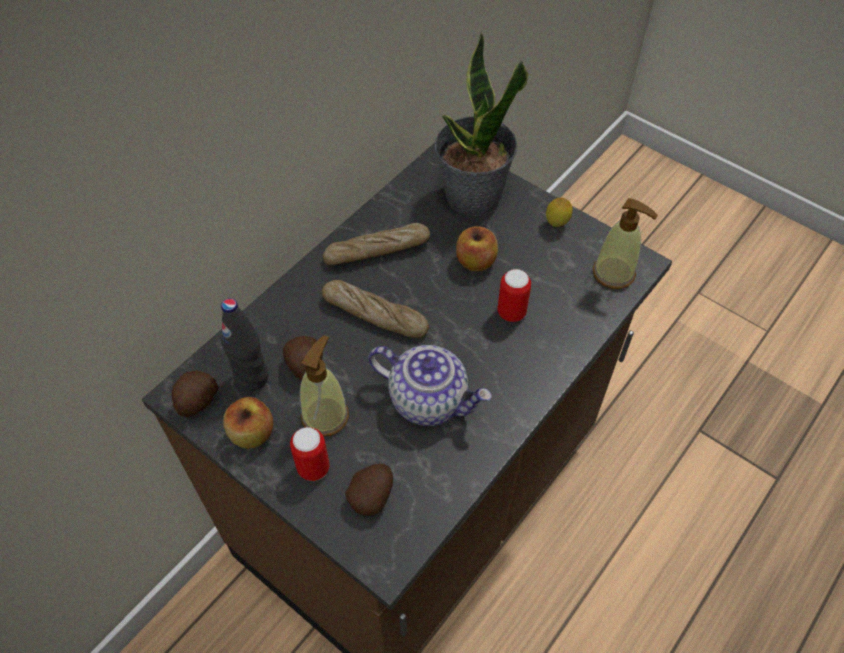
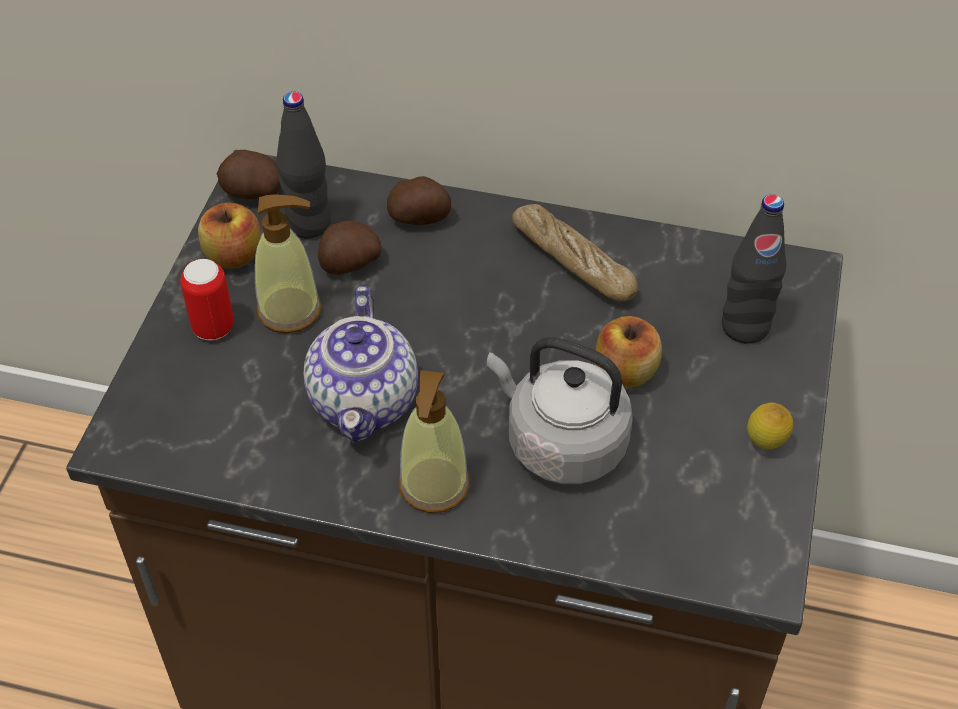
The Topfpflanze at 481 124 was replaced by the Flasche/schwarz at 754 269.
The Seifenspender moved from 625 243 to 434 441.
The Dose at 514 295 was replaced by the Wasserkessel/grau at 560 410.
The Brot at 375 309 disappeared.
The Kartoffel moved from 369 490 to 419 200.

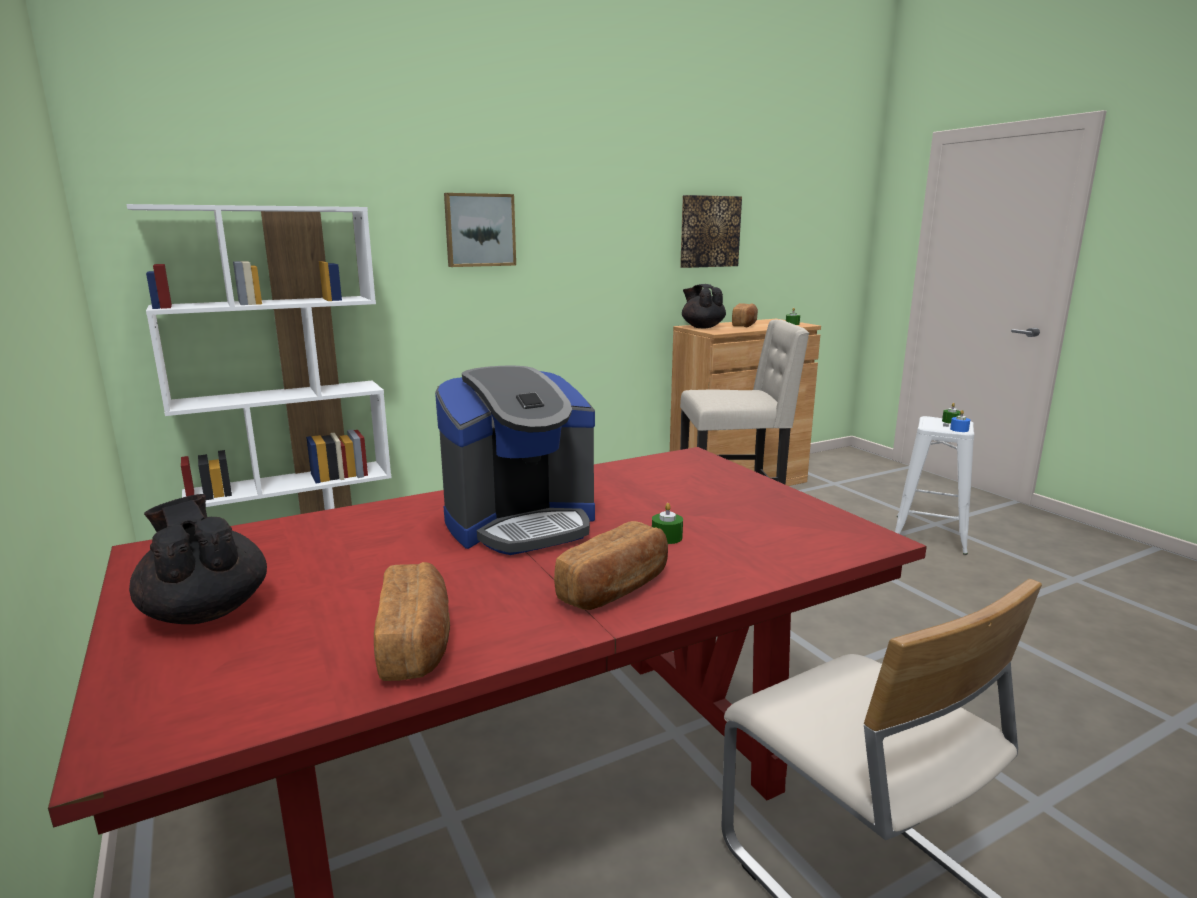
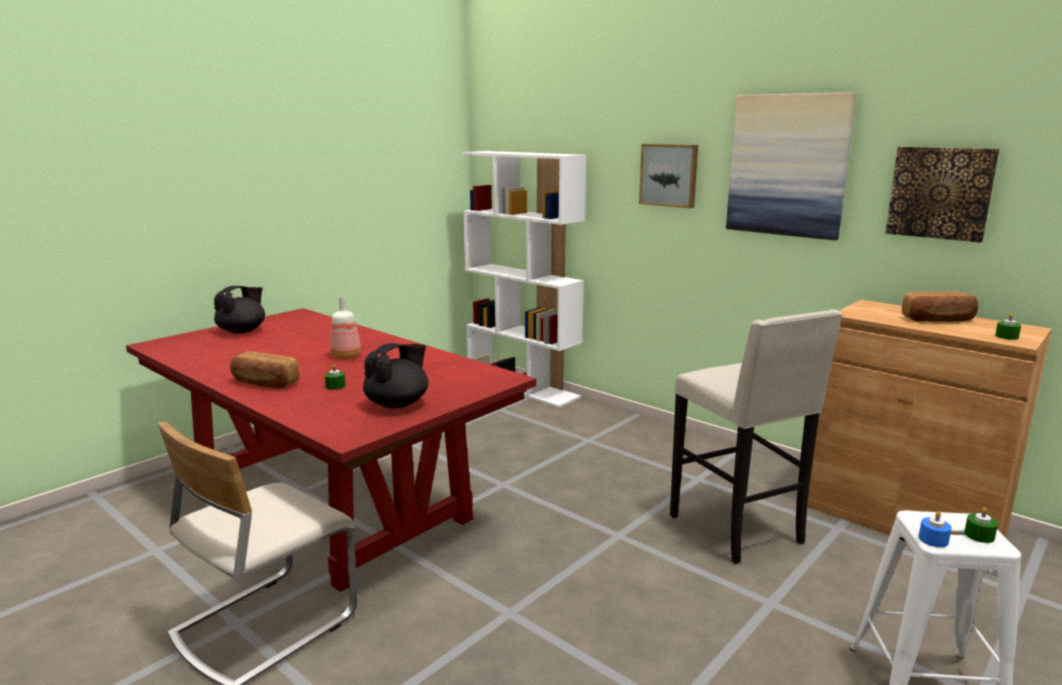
The Teekanne/schwarz moved from 704 306 to 395 376.
The Kaffeemaschine at 515 460 was replaced by the Flasche at 345 327.
The Brot at 412 621 disappeared.
The Bild at 791 166 appeared.

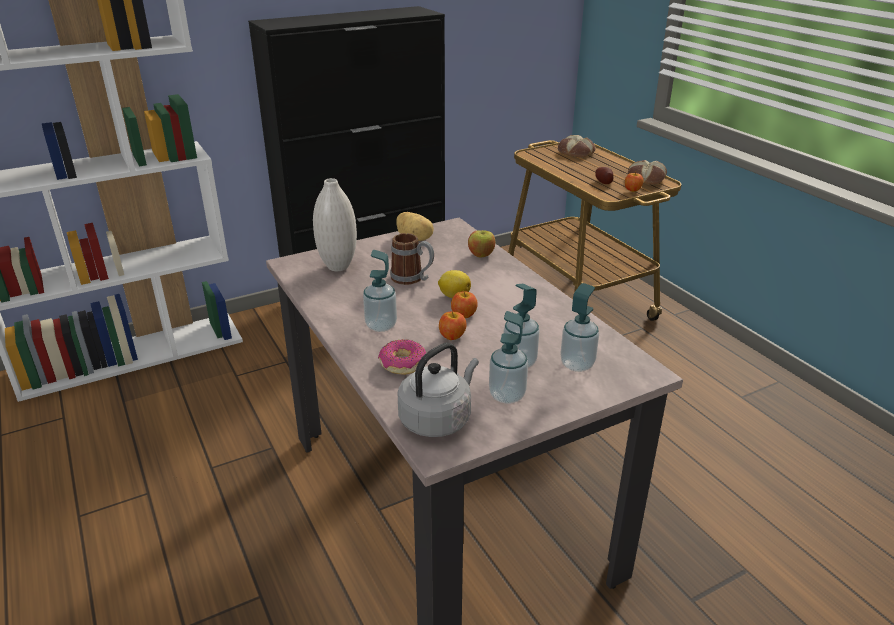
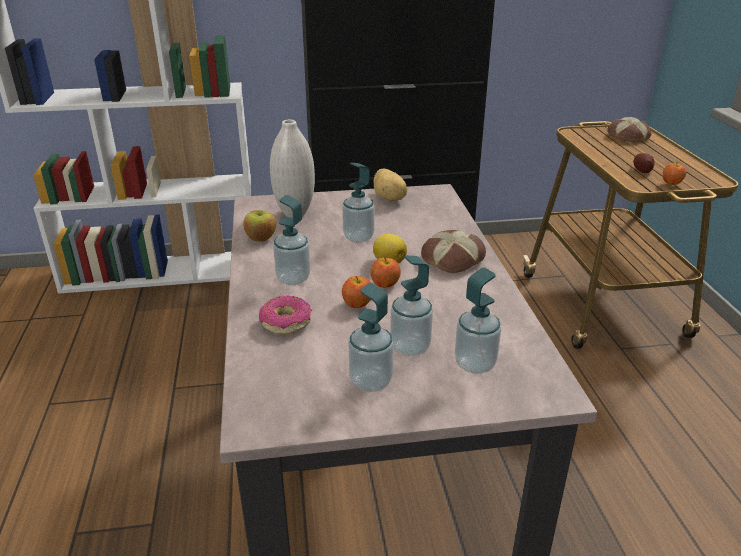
The Brot moved from 647 172 to 453 251.
The Apfel moved from 481 244 to 259 226.
The Henkelbecher at 412 259 was replaced by the Seifenspender at 358 203.
The Wasserkessel/grau at 438 389 disappeared.

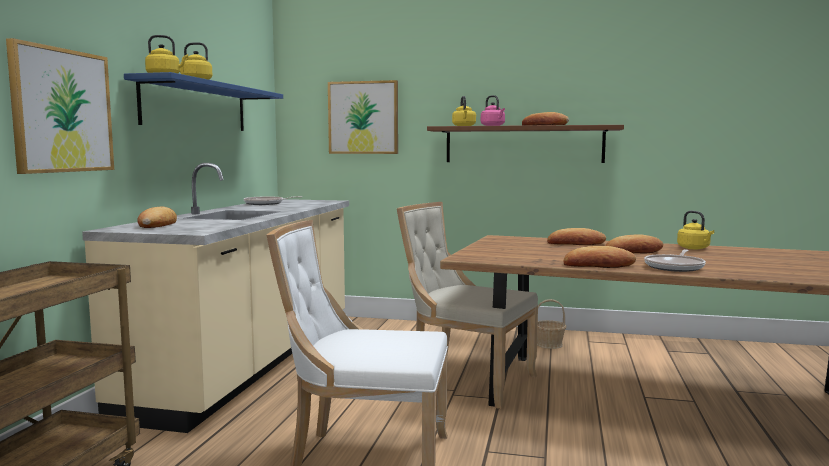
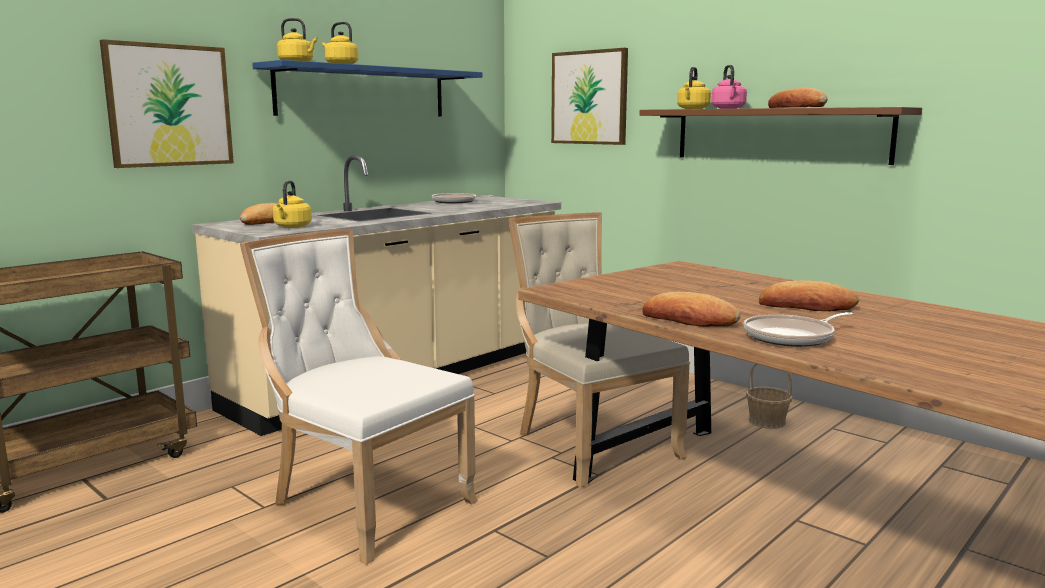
The Wasserkessel/gelb moved from 695 230 to 292 204.
The Brot at 576 236 disappeared.

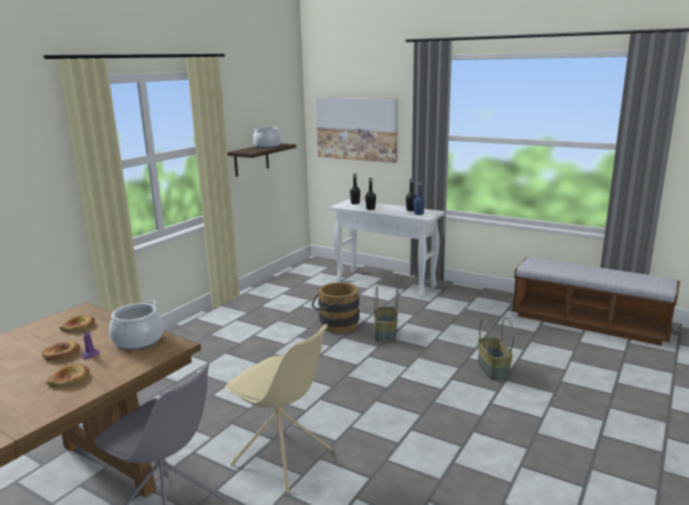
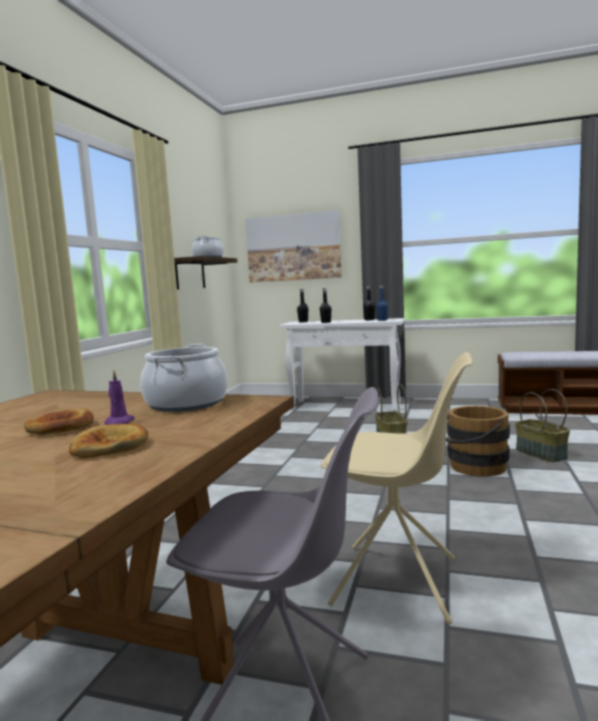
The Eimer/braun moved from 335 307 to 478 441.
The Brot at 77 323 disappeared.

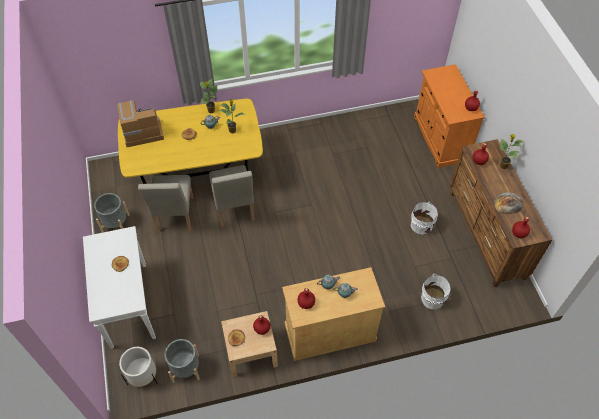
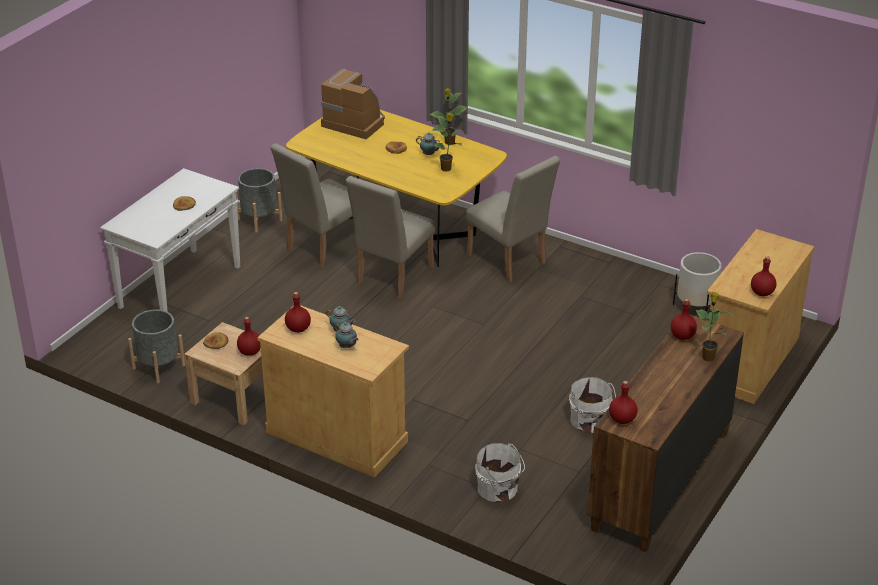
The Schrank/orange at 449 116 became the Schrank/beige at 760 316.
The Brot at 508 203 disappeared.
The Pflanzkübel/weiß moved from 138 367 to 697 282.
The Stuhl/beige at 513 219 appeared.

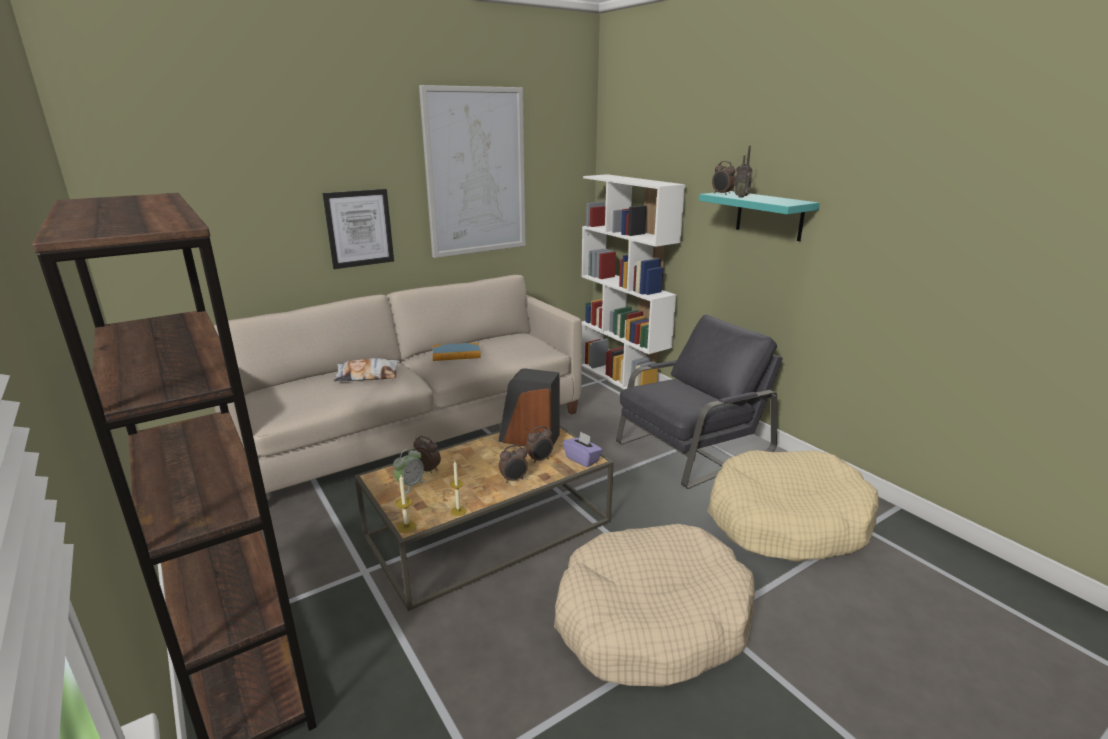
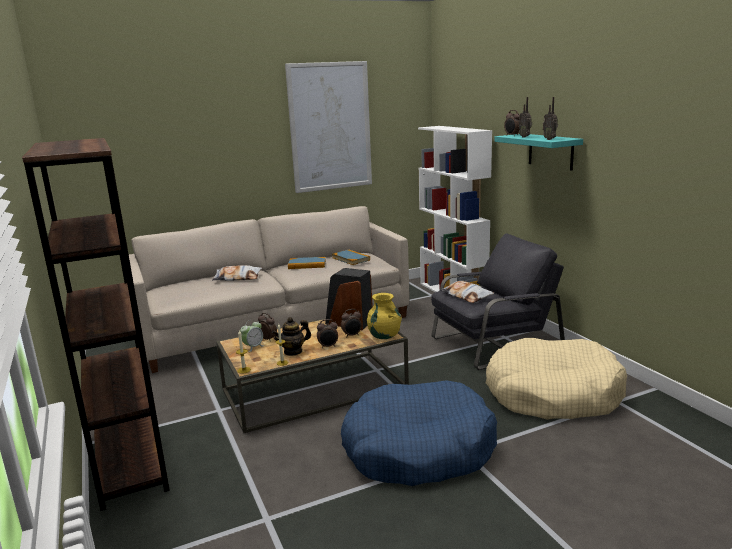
The Bild at 358 229 disappeared.
The Taschentuchbox/lila at 583 449 was replaced by the Vase/gelb at 384 316.
The Hundebett/beige at 654 605 became the Hundebett/blau at 419 433.
The Radio at 550 118 appeared.
The Buch at 351 257 appeared.
The Kissen at 466 292 appeared.
The Teekanne at 291 336 appeared.

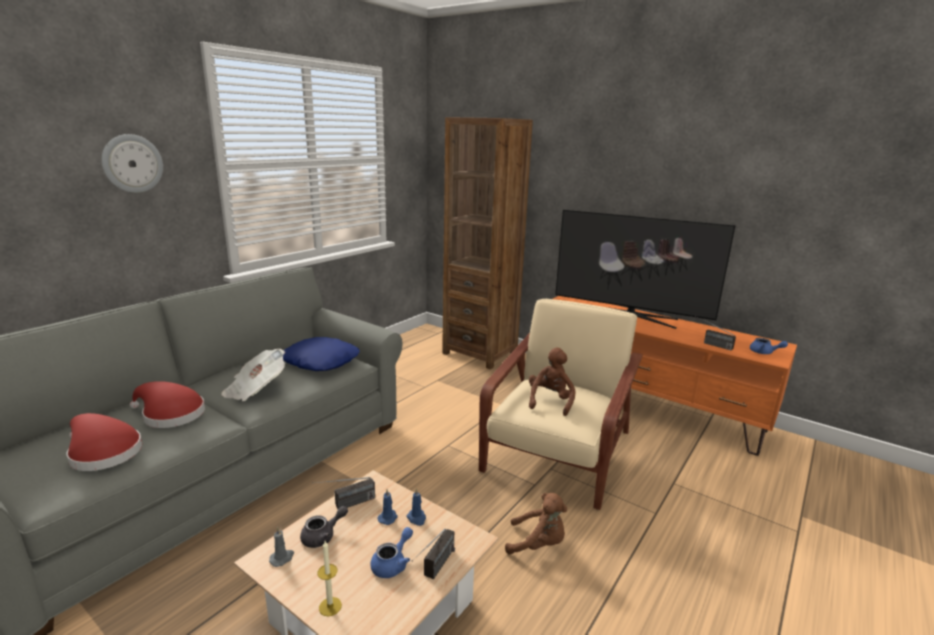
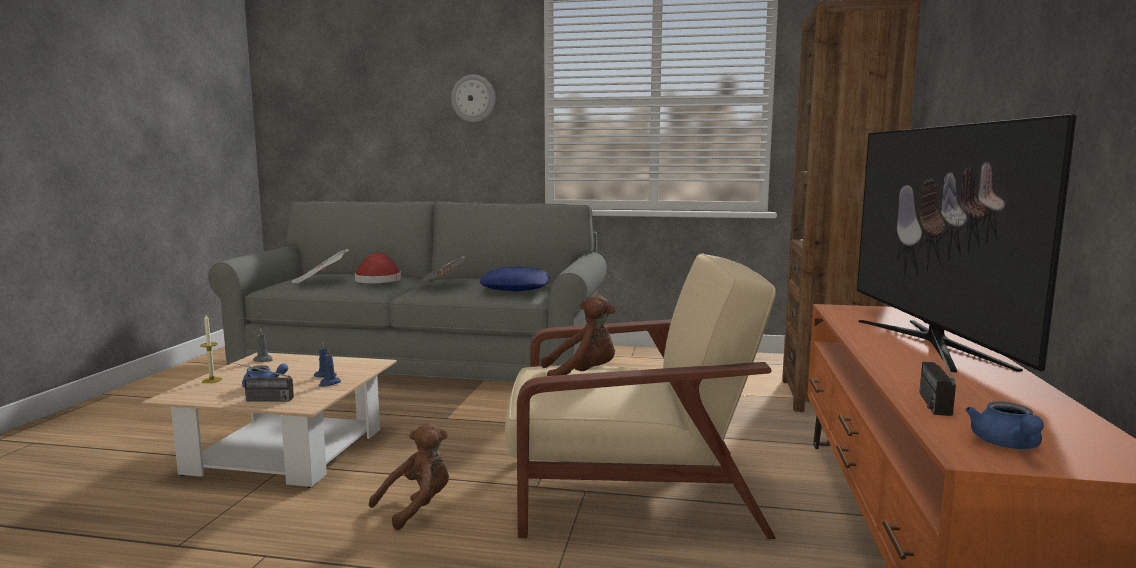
The Hut/rot at 104 442 was replaced by the Zeitung at 320 266.
The Radio at 345 493 disappeared.
The Plüschtier/braun at 536 524 turned 120 degrees counterclockwise.
The Teekanne/grau at 324 527 disappeared.

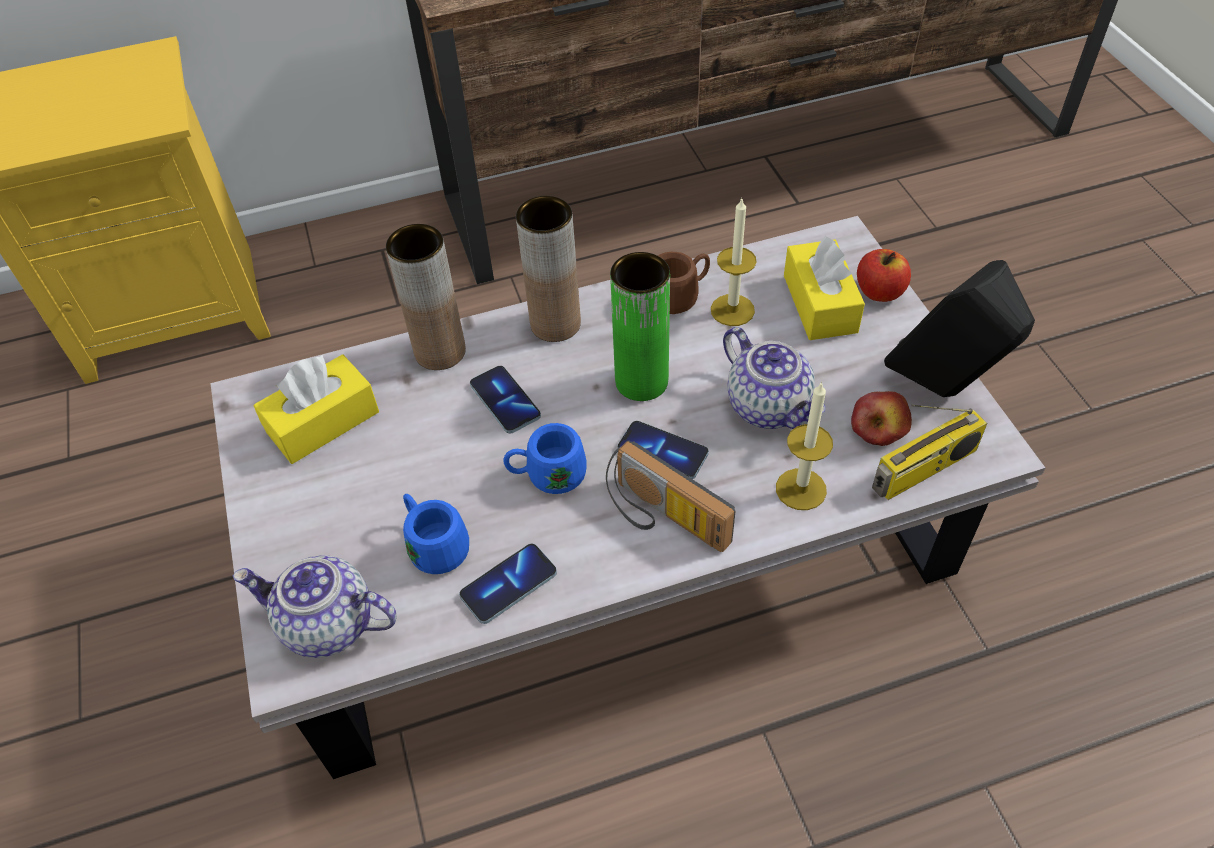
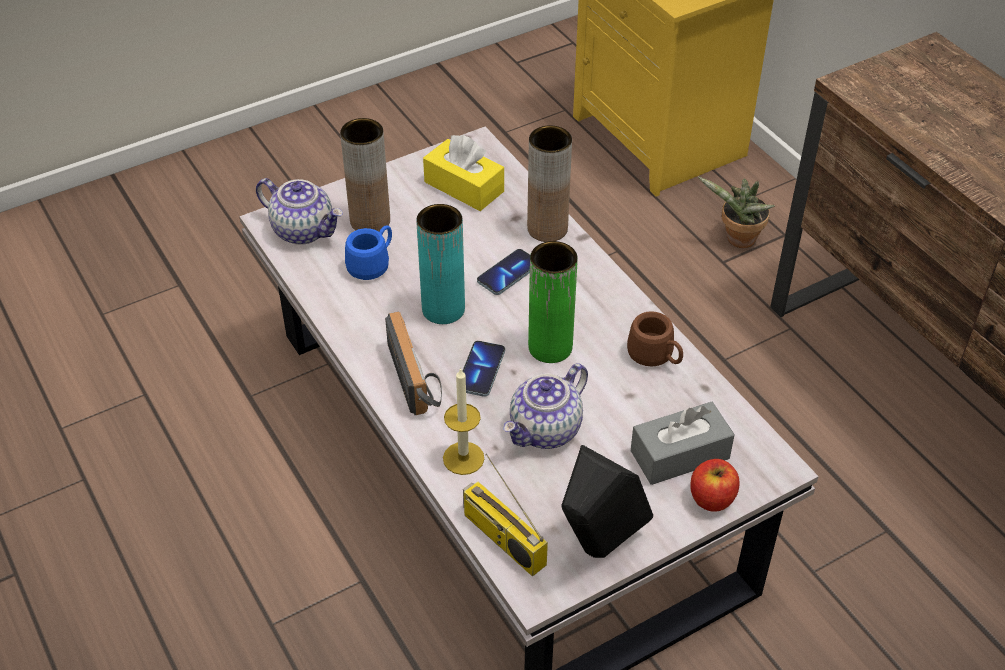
The Vase/braun moved from 548 269 to 365 175.
The Kerze at 733 262 disappeared.
The Taschentuchbox/gelb at 824 288 became the Taschentuchbox/grau at 683 443.
The Apfel at 881 418 disappeared.
The Henkelbecher/blau at 545 458 was replaced by the Vase/türkis at 440 264.
The Radio at 671 496 turned 135 degrees clockwise.
The Handy at 508 584 disappeared.
The Teekanne at 315 606 turned 120 degrees clockwise.
The Topfpflanze at 736 212 appeared.

